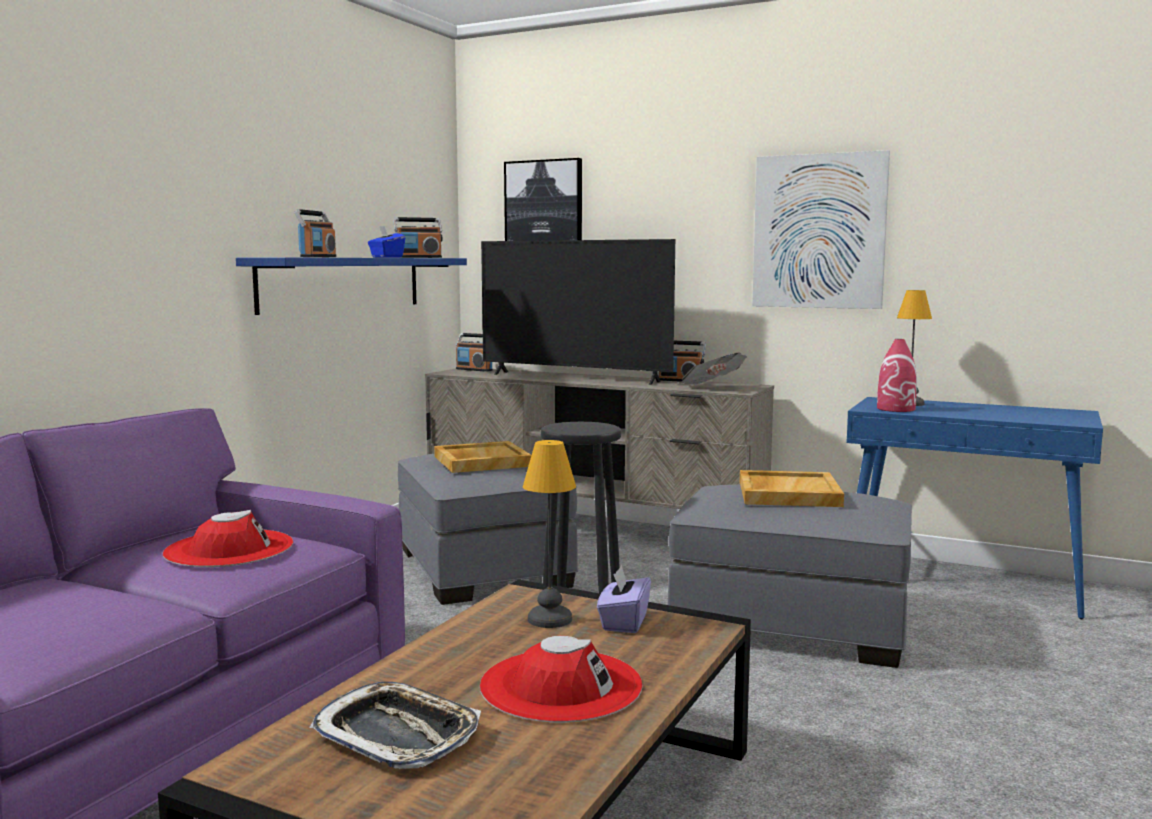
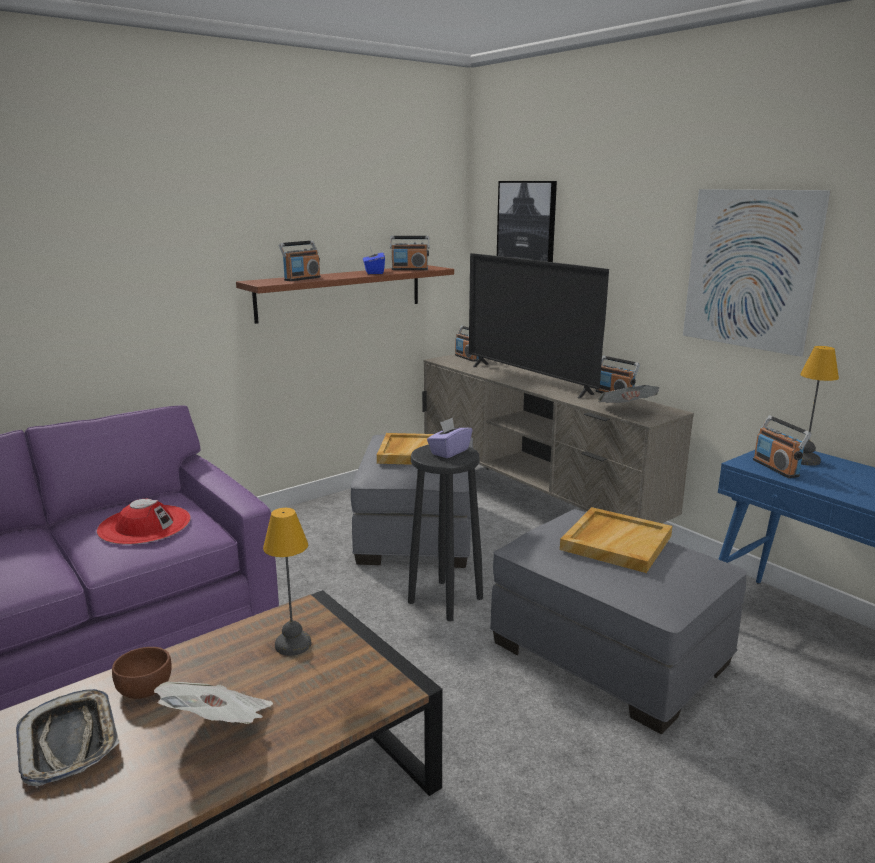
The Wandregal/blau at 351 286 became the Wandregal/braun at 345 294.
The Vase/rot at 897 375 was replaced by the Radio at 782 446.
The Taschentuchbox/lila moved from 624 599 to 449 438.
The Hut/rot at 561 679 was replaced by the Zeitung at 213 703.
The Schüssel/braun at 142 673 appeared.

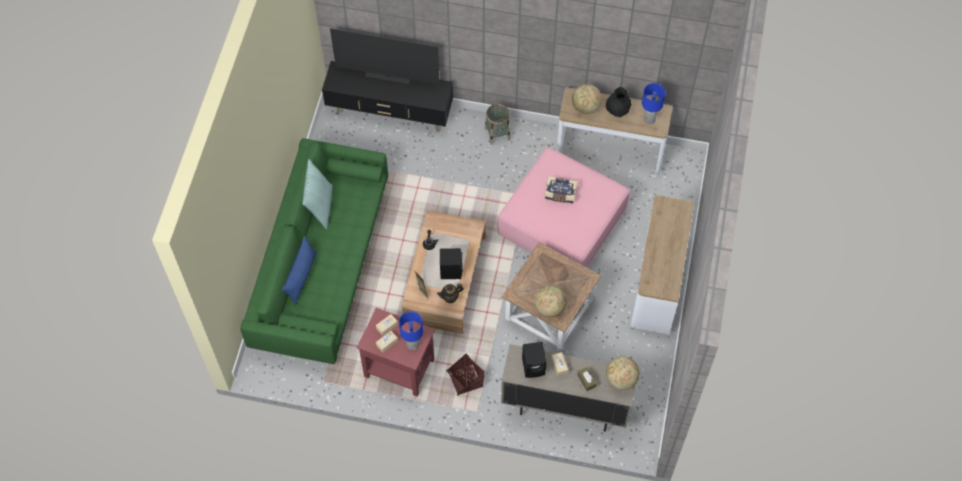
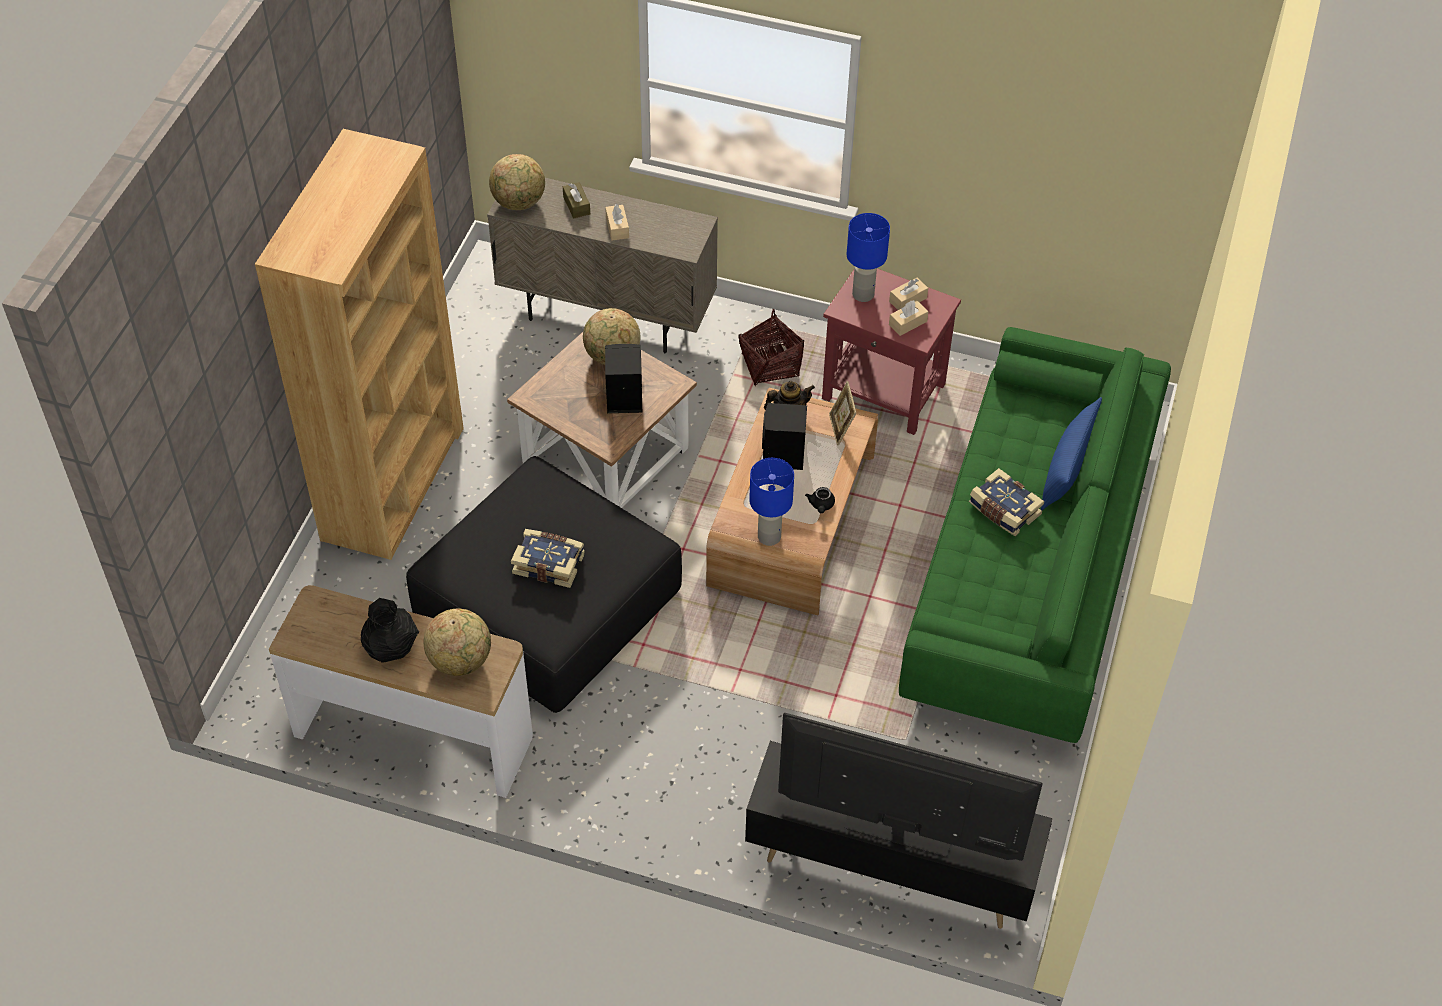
The Tischlampe/blau moved from 654 104 to 771 502.
The Korb at 497 124 disappeared.
The Polsterhocker/rosa at 564 207 became the Polsterhocker/schwarz at 544 584.
The Kissen at 317 194 disappeared.
The Konsolentisch at 662 265 was replaced by the Bücherregal/braun at 359 344.
The Lautsprecher/schwarz moved from 534 360 to 623 378.
The Buch at 1006 502 appeared.

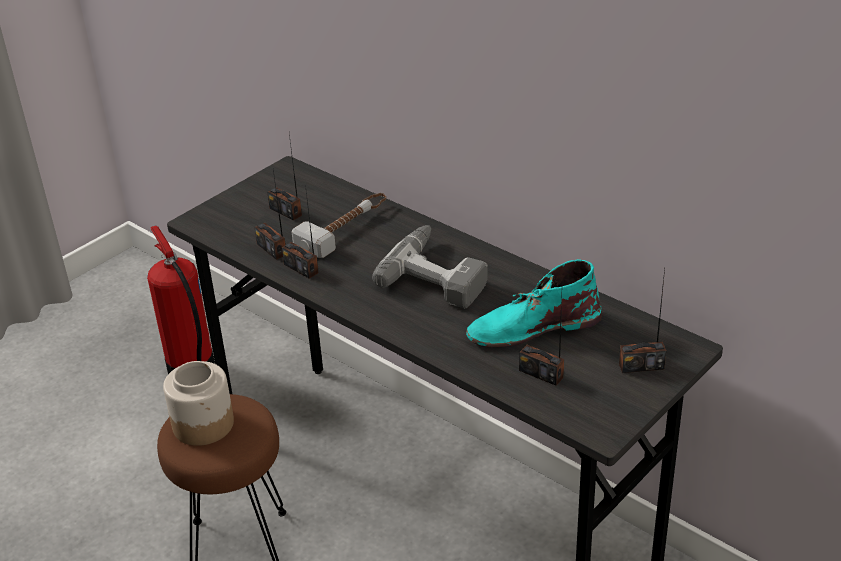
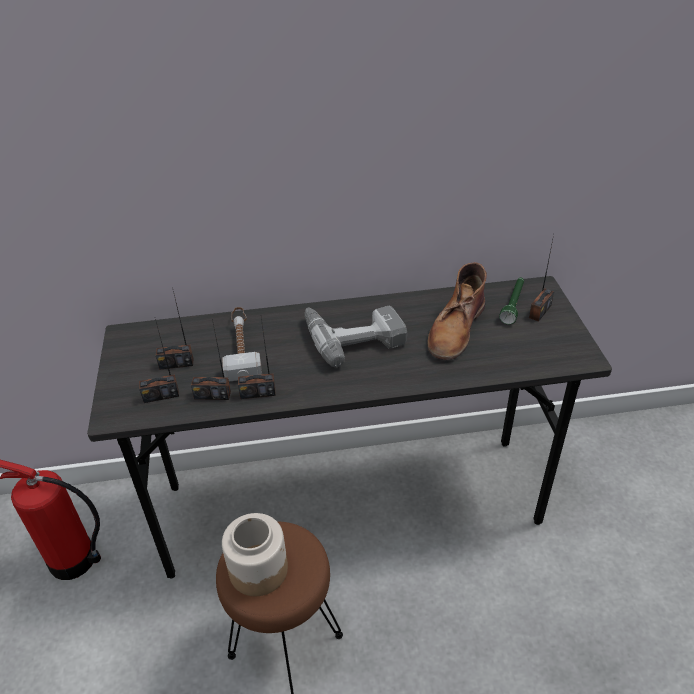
The Stiefel/türkis at 534 303 became the Stiefel/braun at 457 311.
The Radio moved from 541 341 to 159 361.
The Taschenlampe/grün at 511 301 appeared.

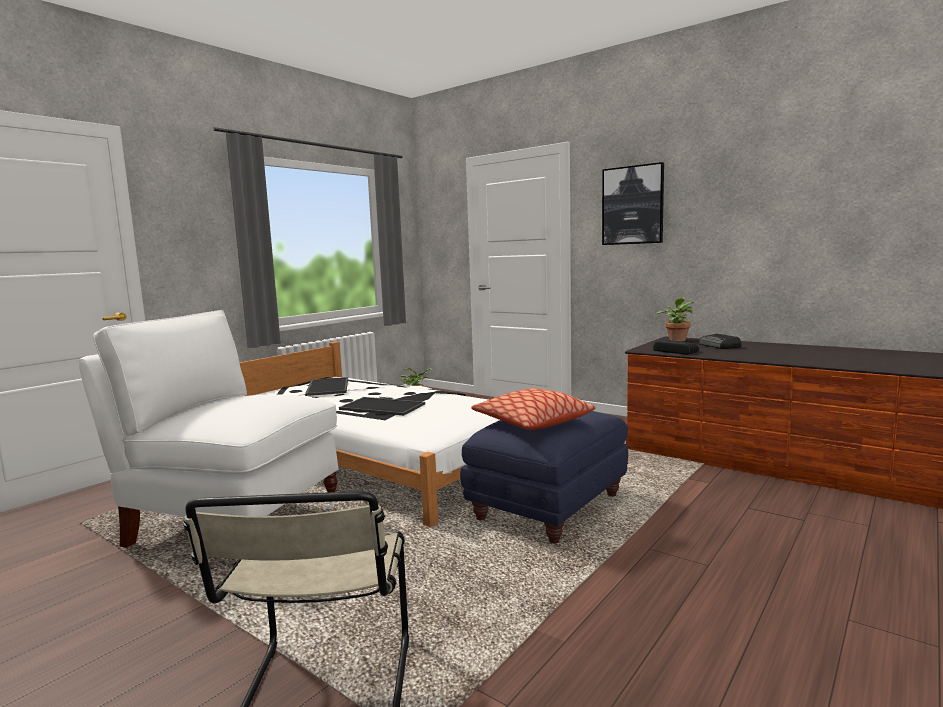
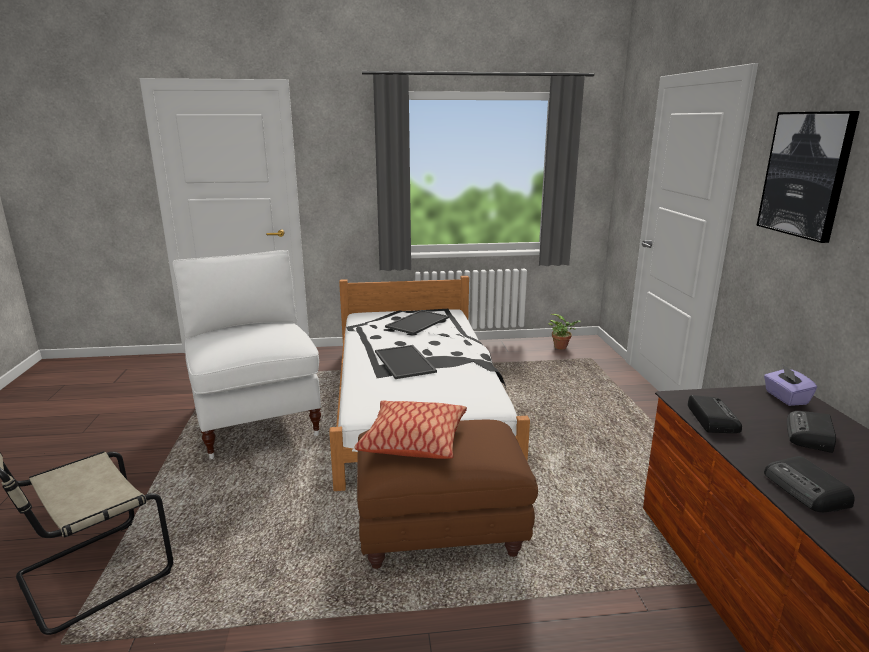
The Topfpflanze at 674 319 was replaced by the Taschentuchbox/lila at 790 385.
The Polsterhocker/blau at 544 477 became the Polsterhocker/braun at 447 494.
The Radio at 809 484 appeared.

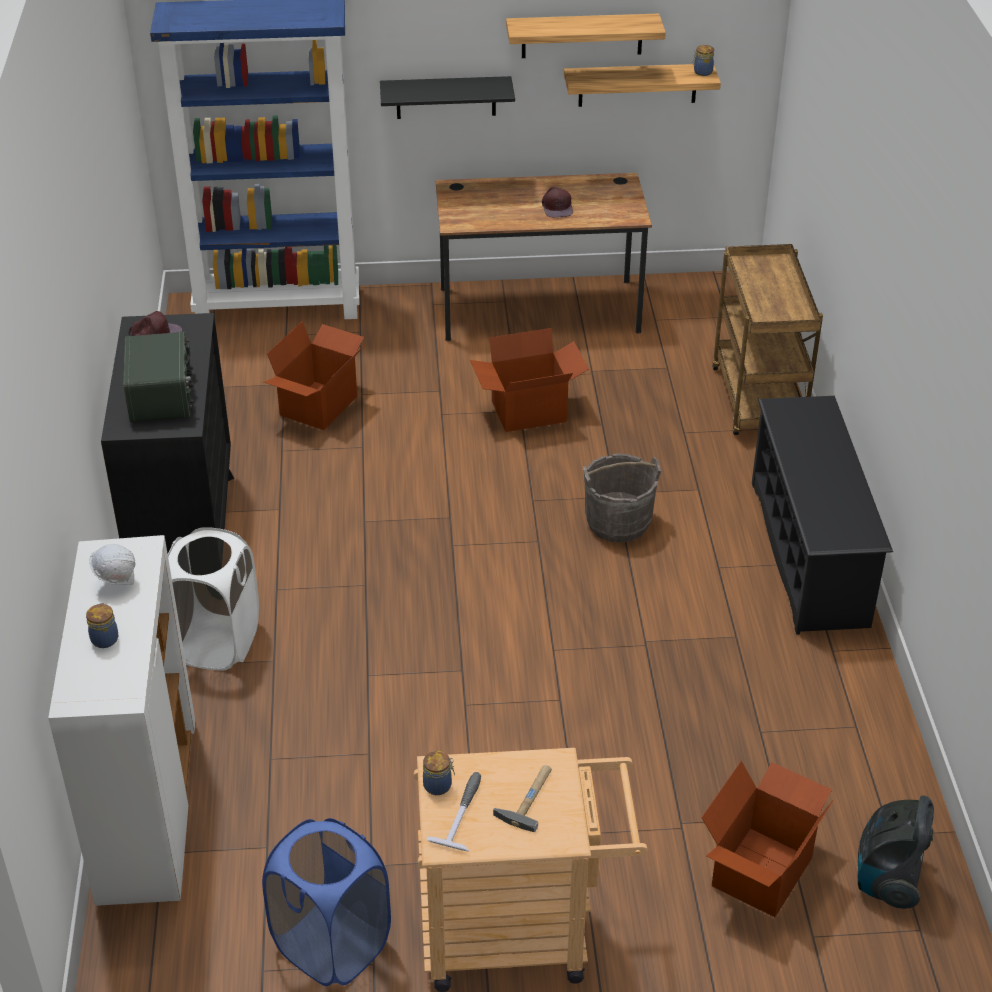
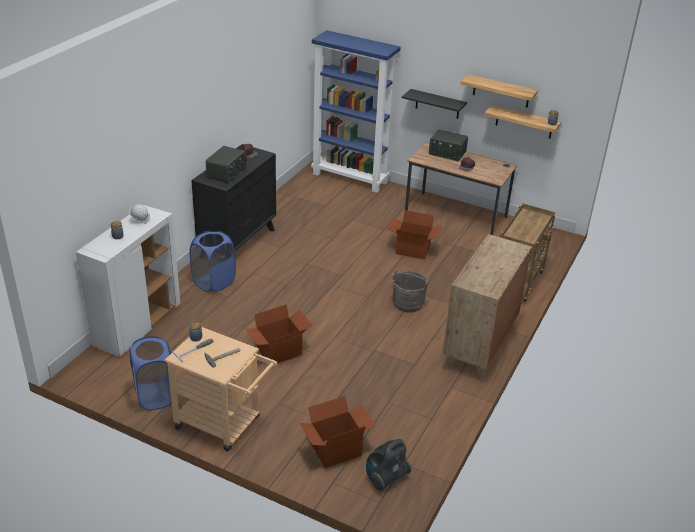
The Karton moved from 314 375 to 279 334.
The Schuhregal/schwarz at 822 515 was replaced by the Kommode/braun at 487 308.
The Wäschekorb/weiß at 213 598 became the Wäschekorb/blau at 213 261.
The Radio at 448 145 appeared.

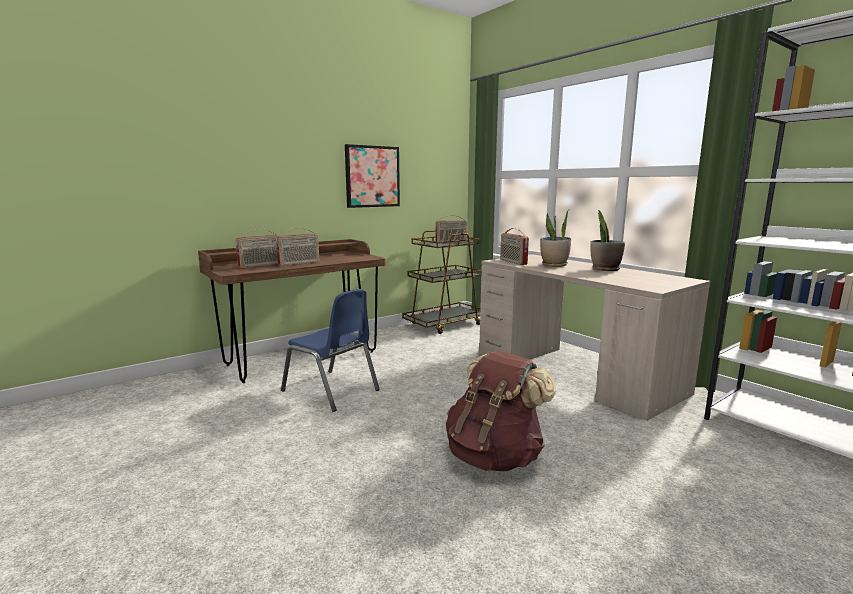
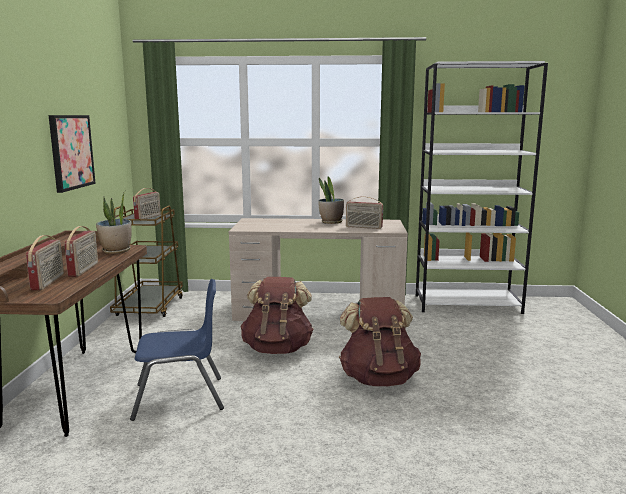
The Topfpflanze moved from 555 239 to 114 222.
The Radio moved from 514 246 to 364 212.
The Rucksack/braun at 277 315 appeared.

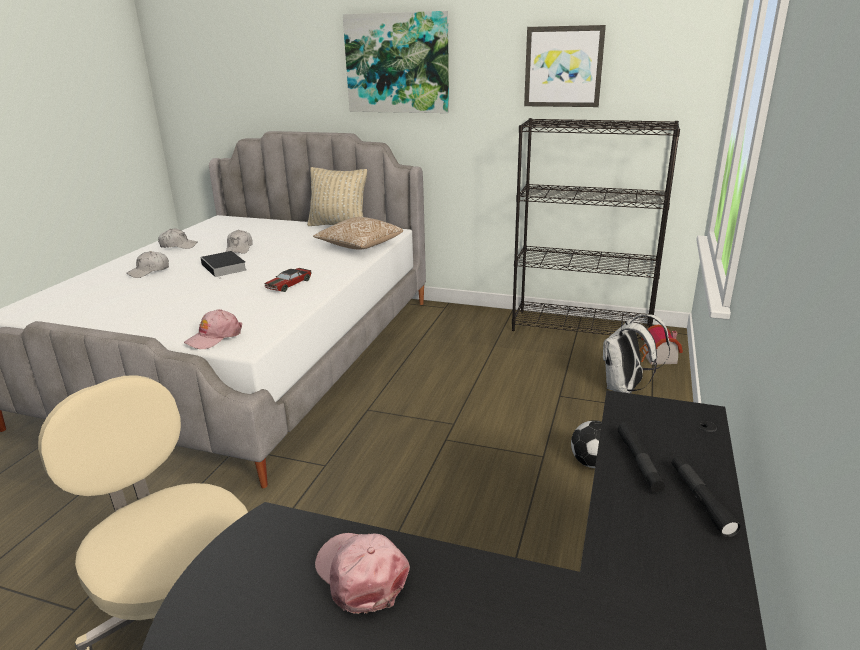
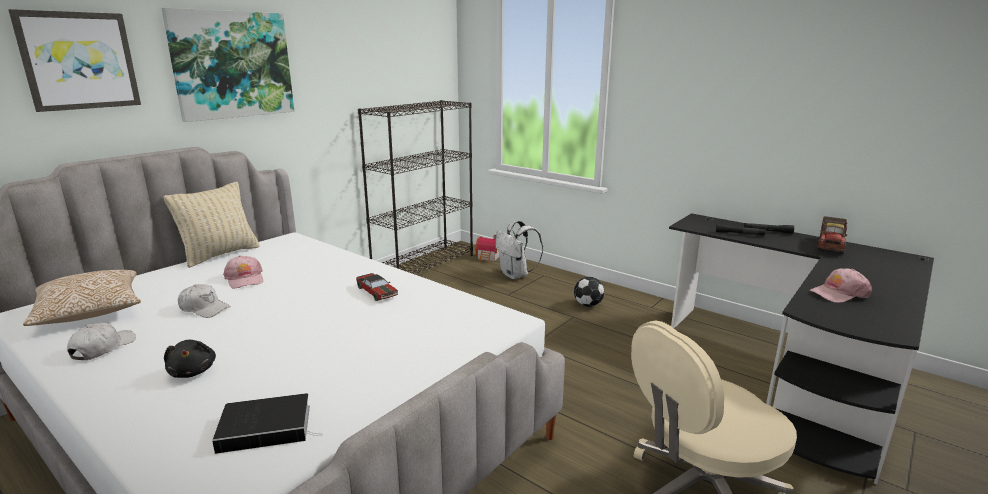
The Bild moved from 565 66 to 74 60.
The Kissen moved from 358 233 to 82 298.
The Kappe/weiß at 147 264 was replaced by the Plüschtier/schwarz at 190 359.
The Buch moved from 223 265 to 267 423.
The Kappe/rosa moved from 213 329 to 243 272.
The Spielzeuglaster at 832 235 appeared.

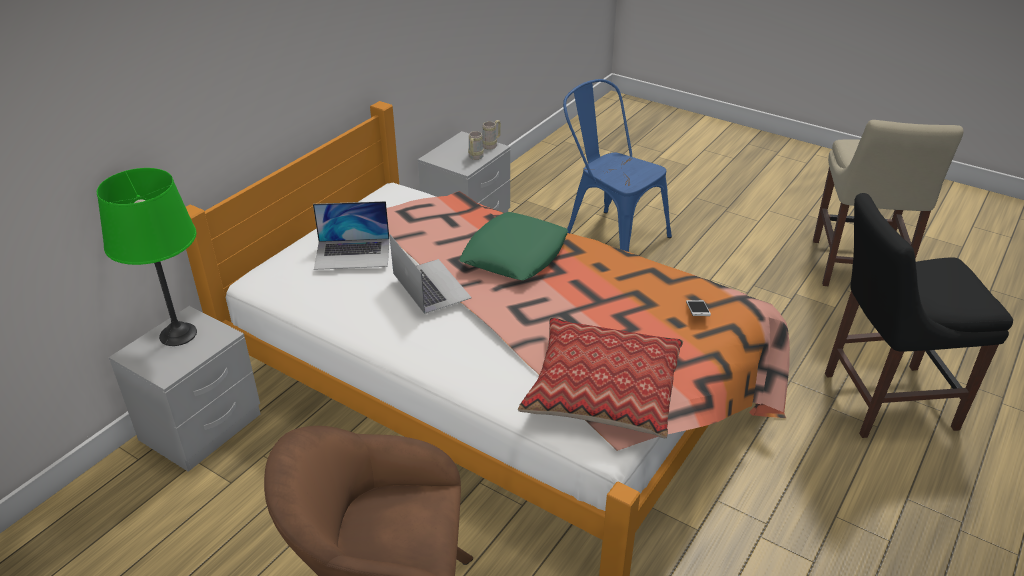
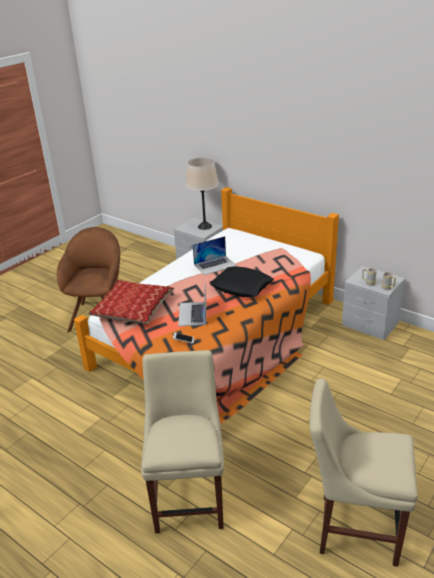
The Stuhl/blau at 617 165 disappeared.
The Tischlampe/grün at 147 257 became the Tischlampe/beige at 202 193.
The Stuhl/schwarz at 919 315 became the Stuhl/beige at 182 442.
The Laptop moved from 351 235 to 192 307.
The Kissen/grün at 514 246 became the Kissen/schwarz at 242 281.

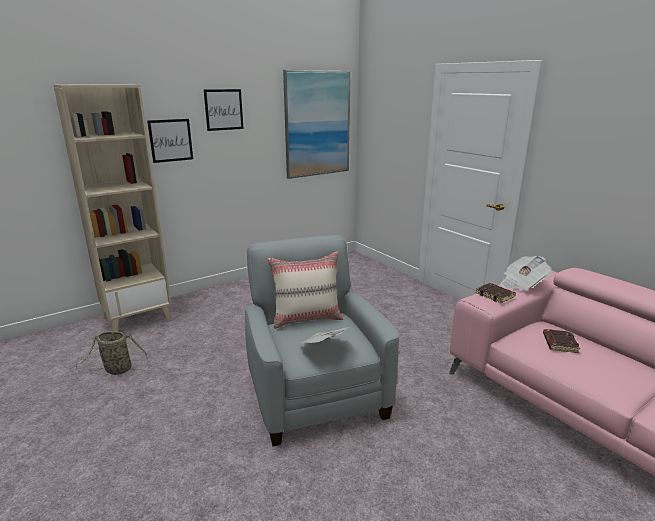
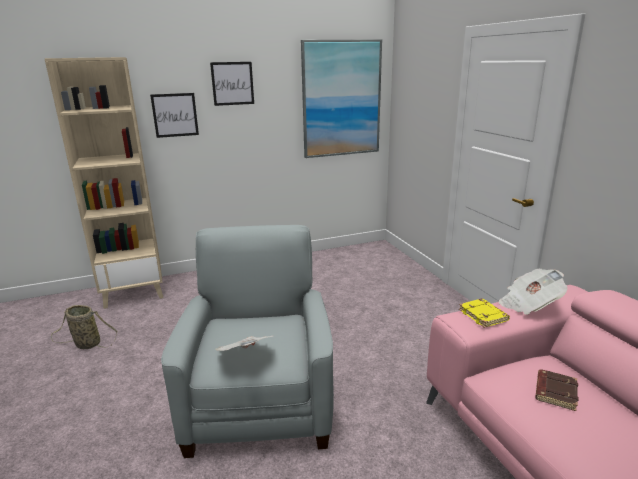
The Kissen/beige at 305 290 disappeared.
The Buch/braun at 496 293 became the Buch/gelb at 484 313.

